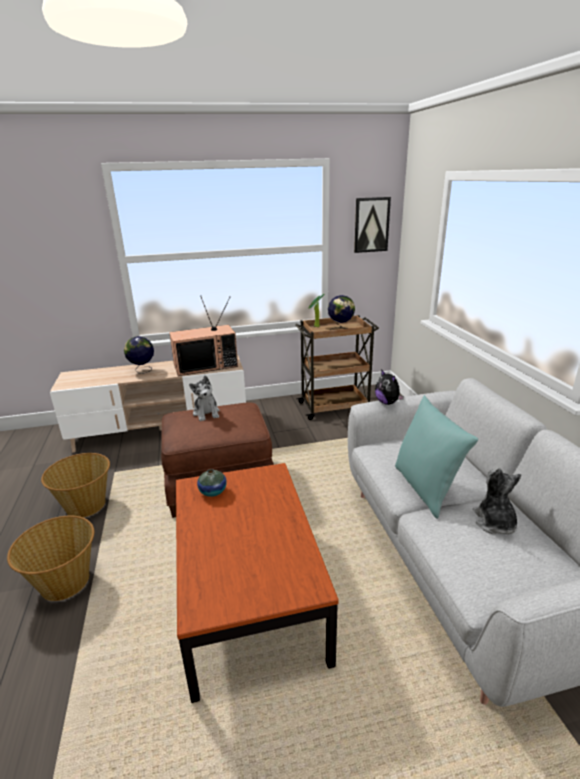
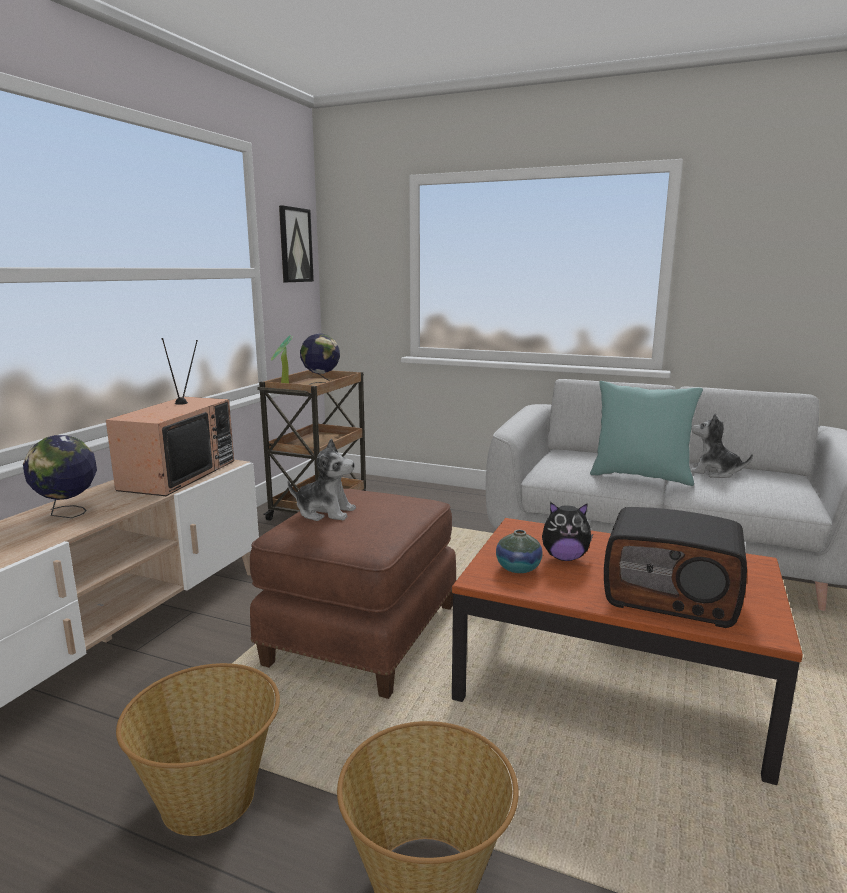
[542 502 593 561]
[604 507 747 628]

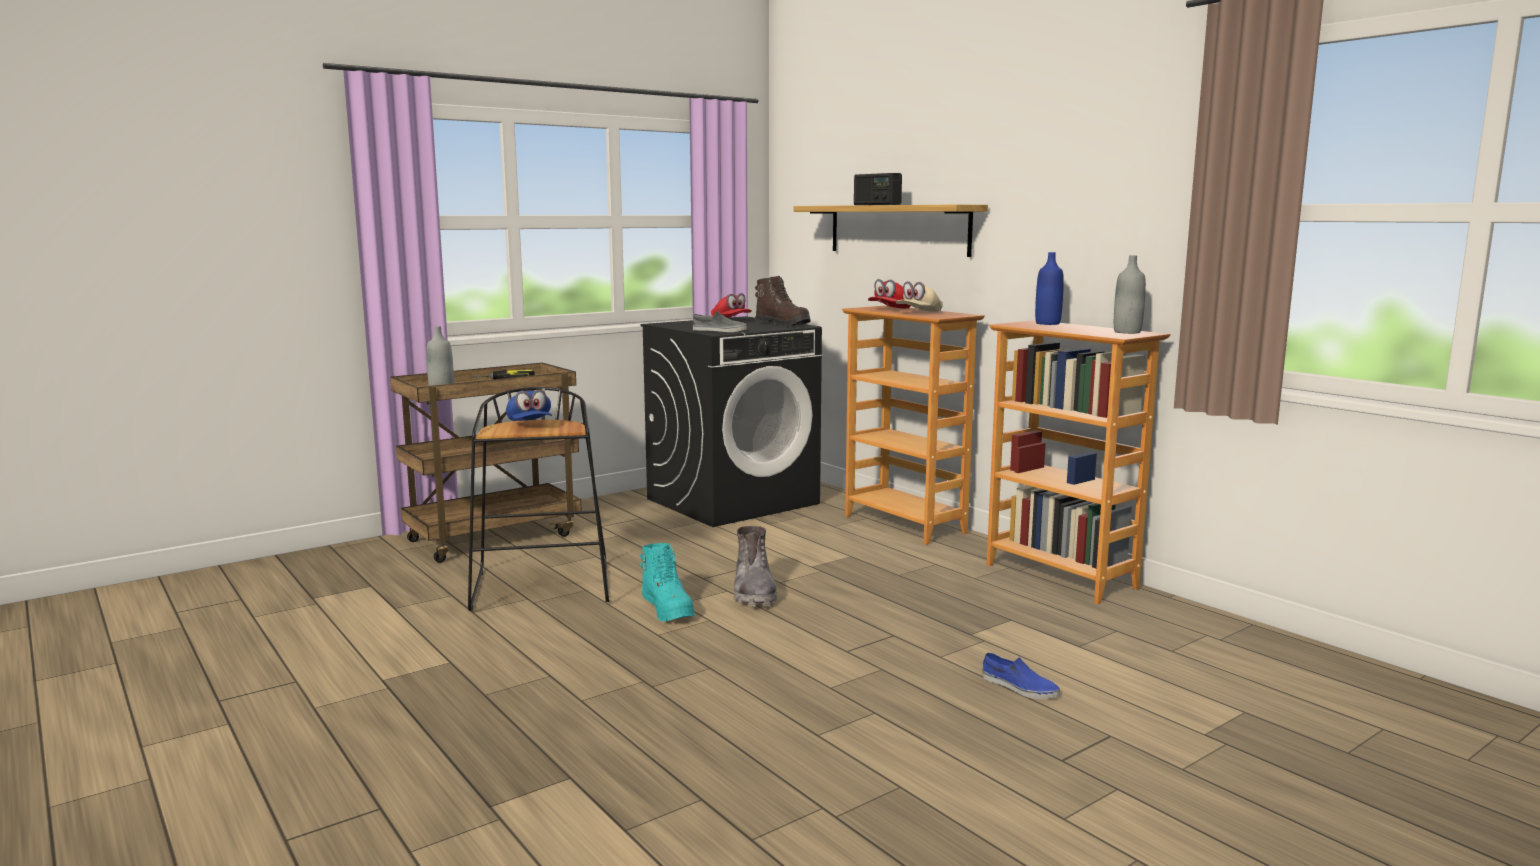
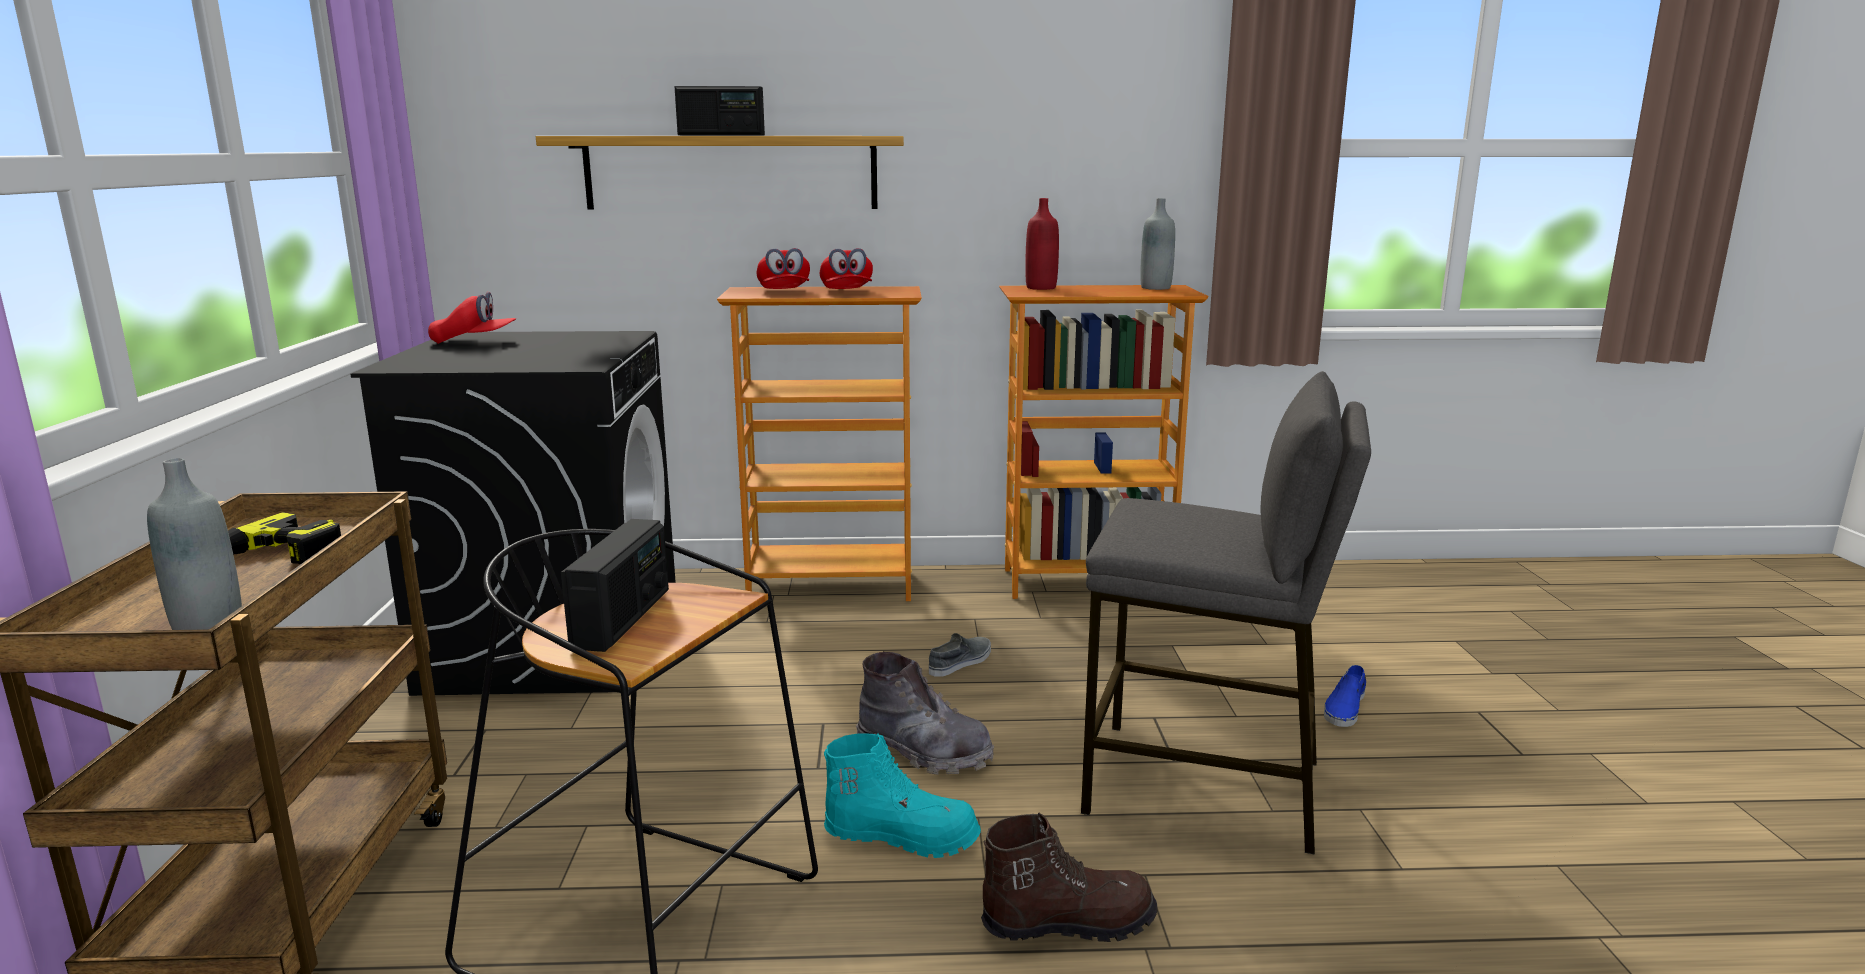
[1025 198 1059 290]
[981 813 1157 942]
[820 248 873 289]
[929 633 991 677]
[561 519 669 652]
[1324 665 1366 727]
[1081 371 1371 855]

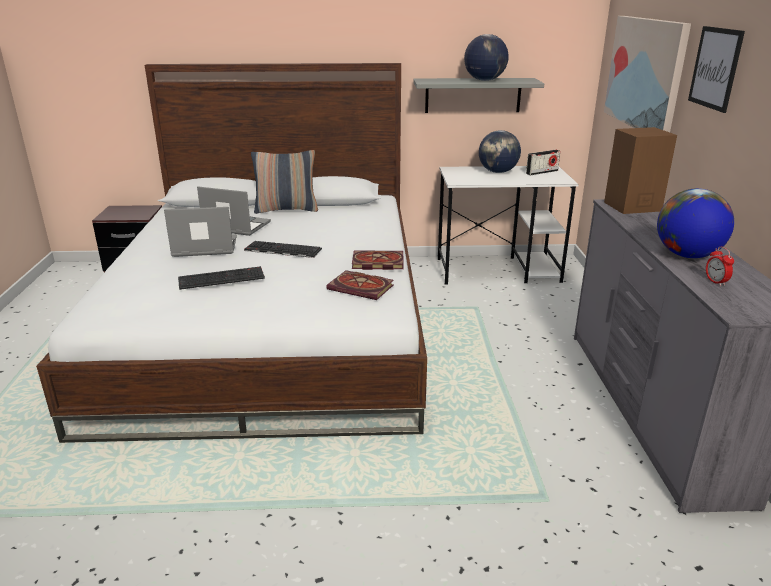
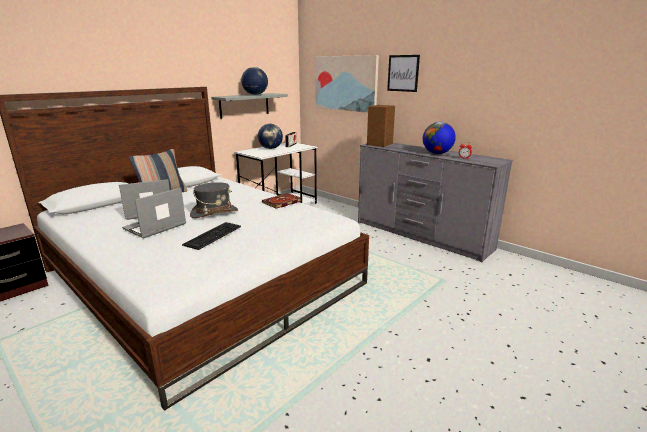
[190 182 238 218]
[326 270 394 300] (first image)

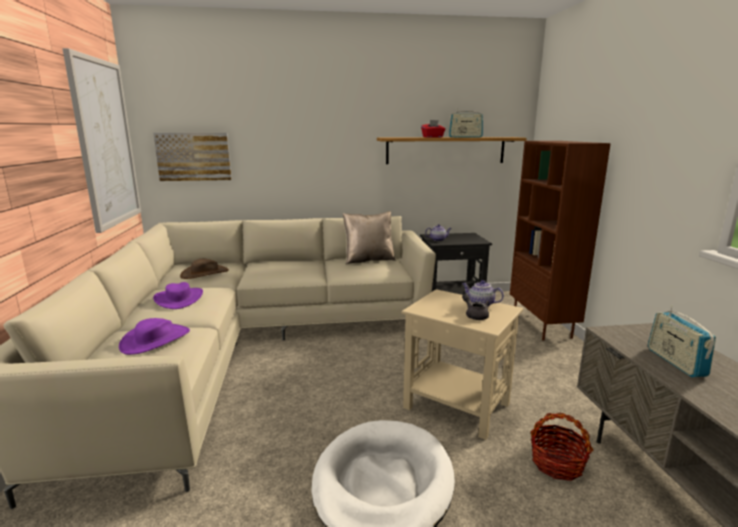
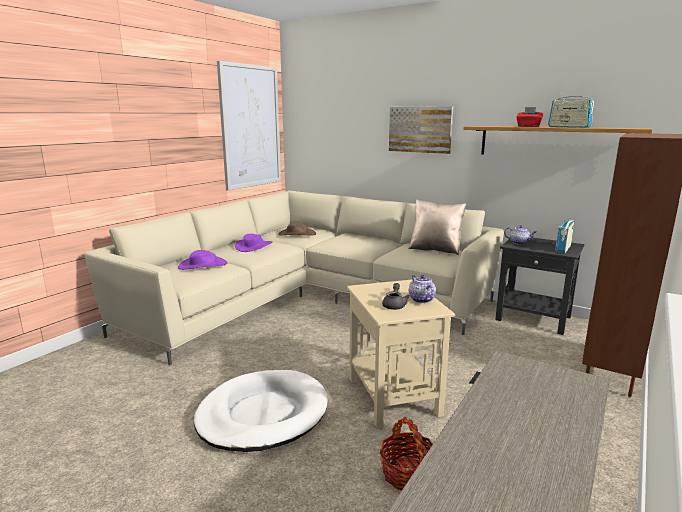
[389 106 453 154]
[555 216 575 253]

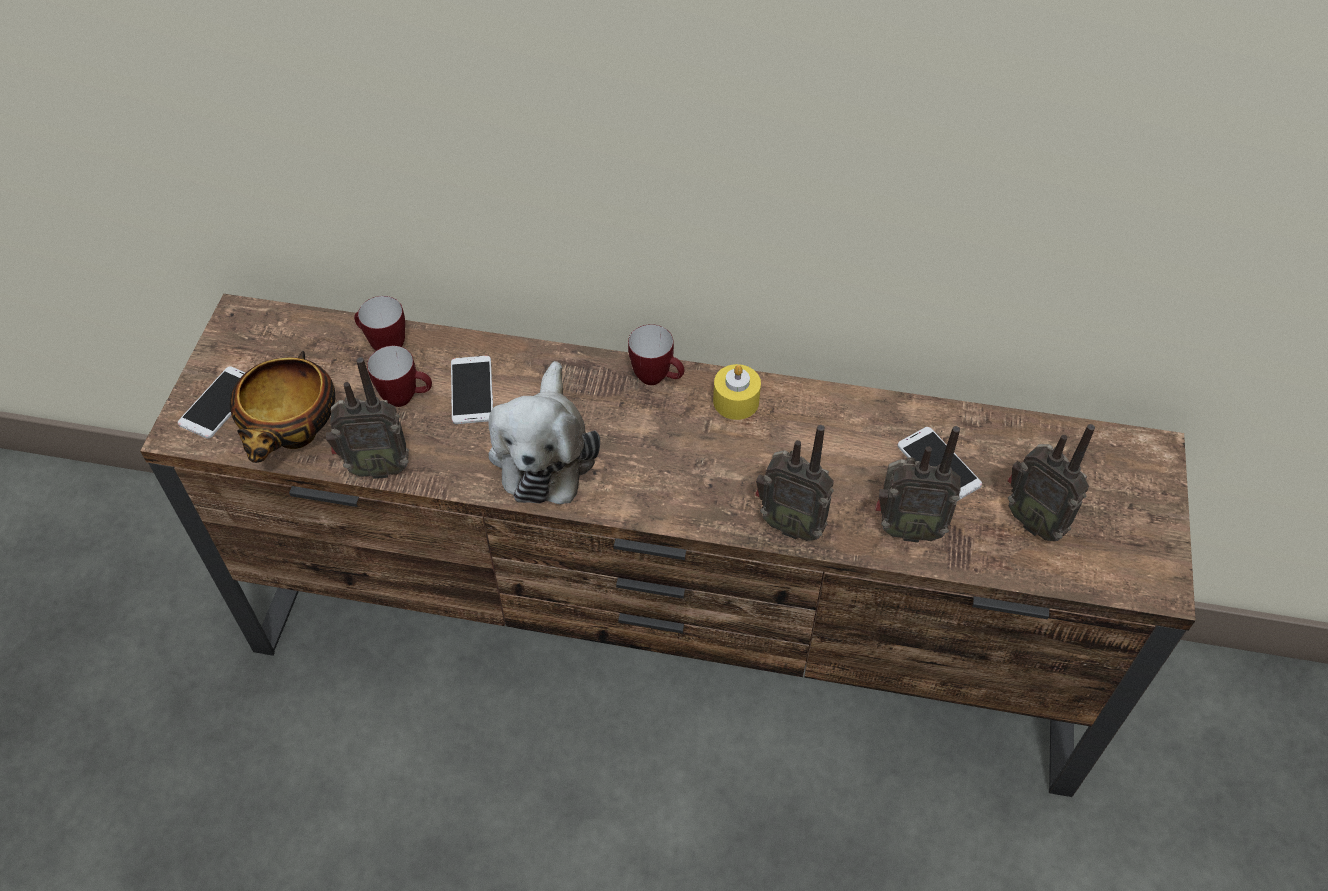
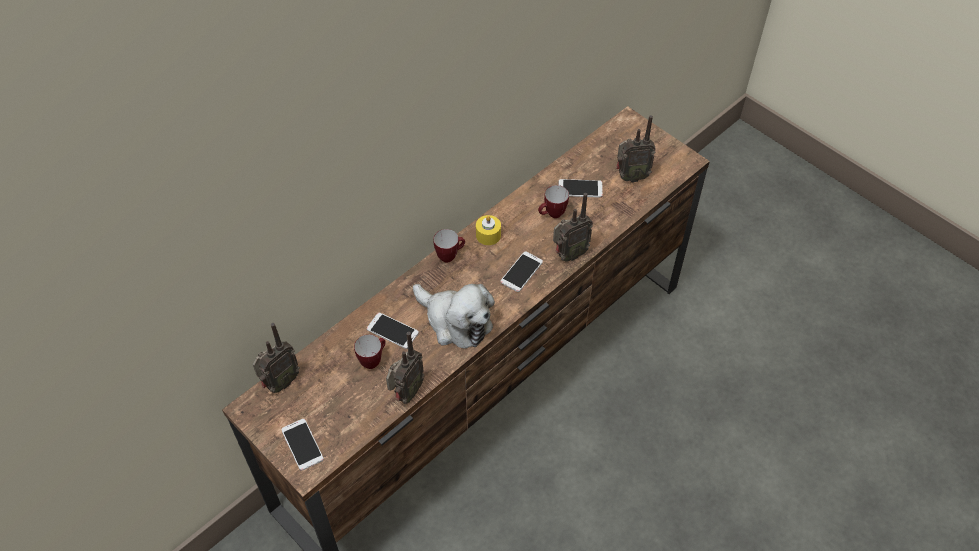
[538 185 569 218]
[230 351 335 463] (first image)
[253 323 300 393]
[500 251 543 292]

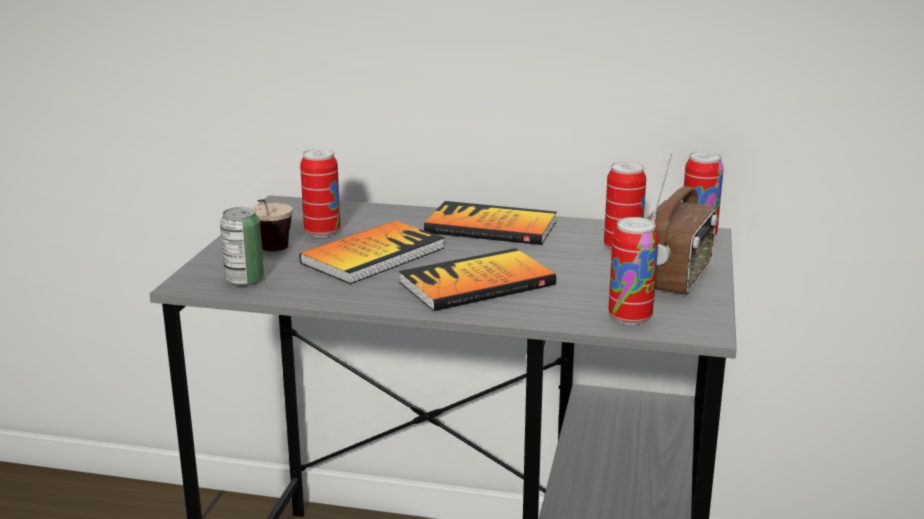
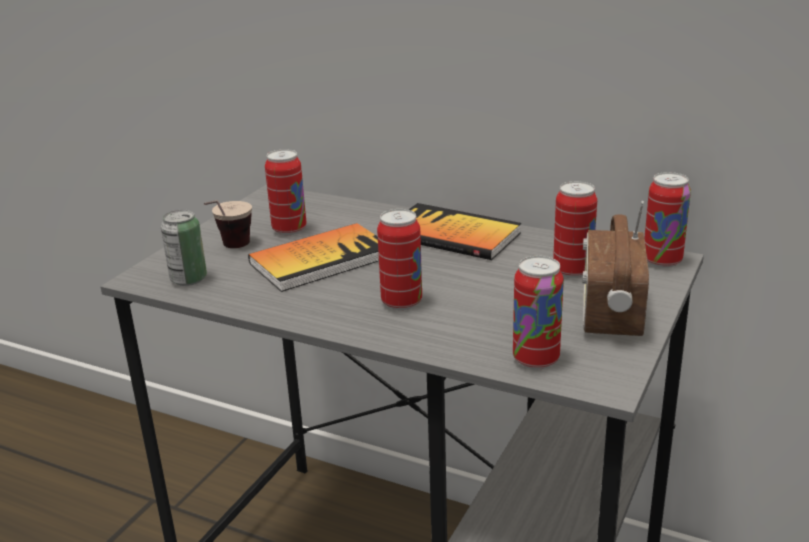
[582 201 649 336]
[377 209 422 310]

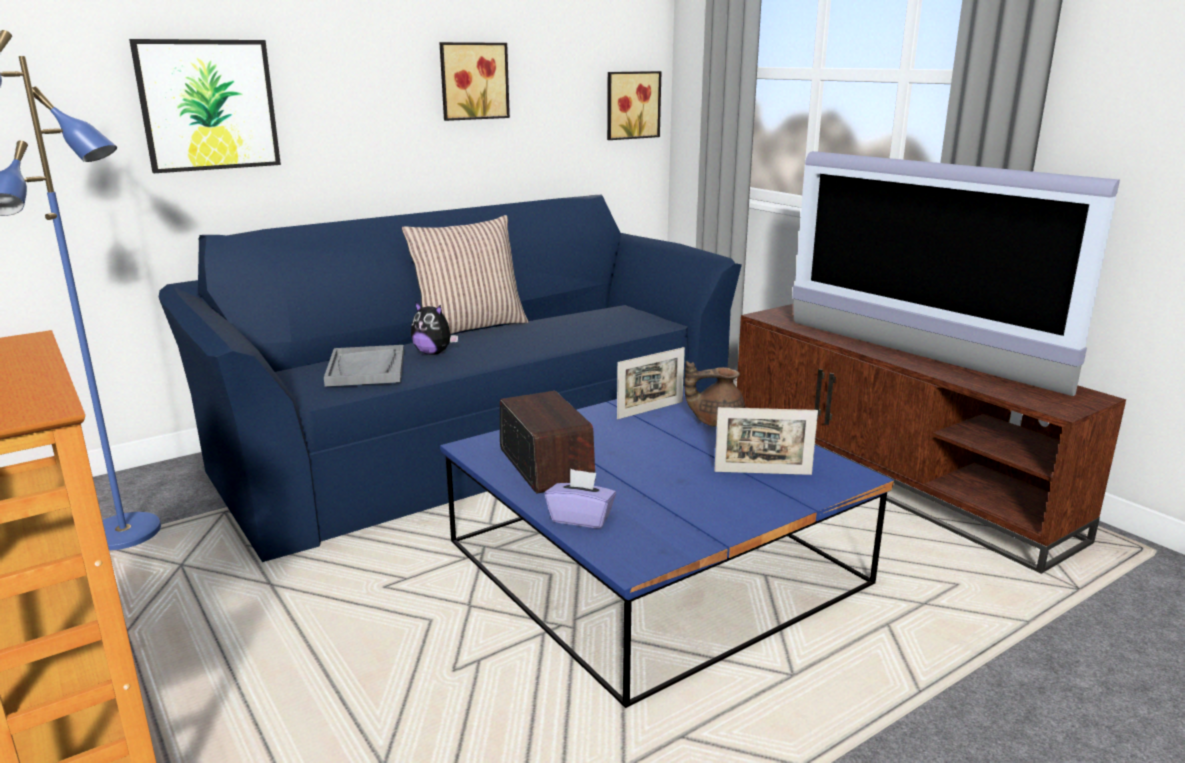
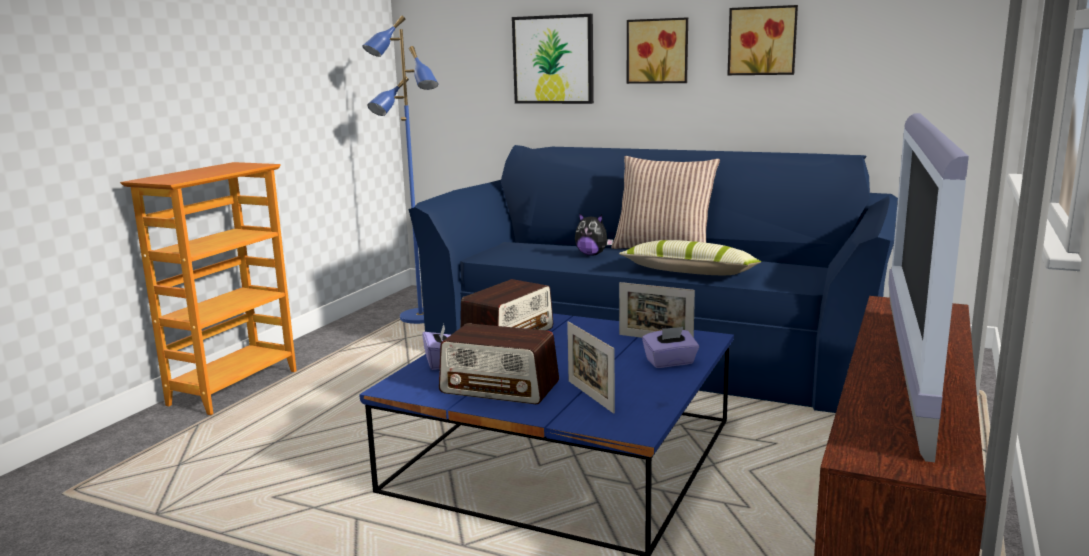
[627 18 688 84]
[575 213 613 256]
[324 345 404 387] (first image)
[642 327 699 368]
[619 240 761 275]
[439 323 559 404]

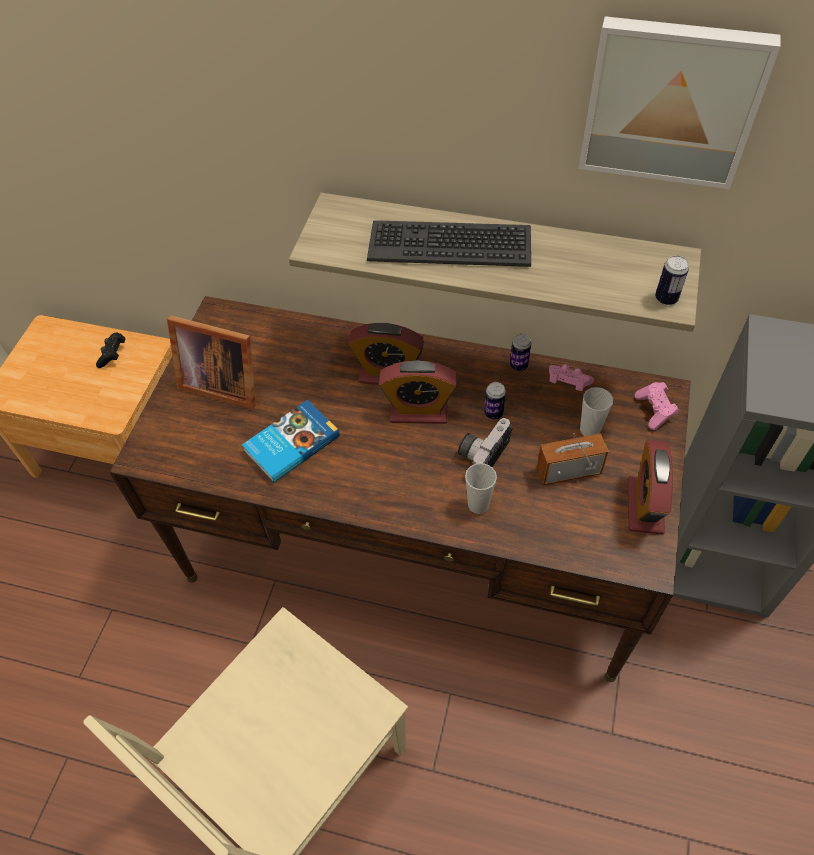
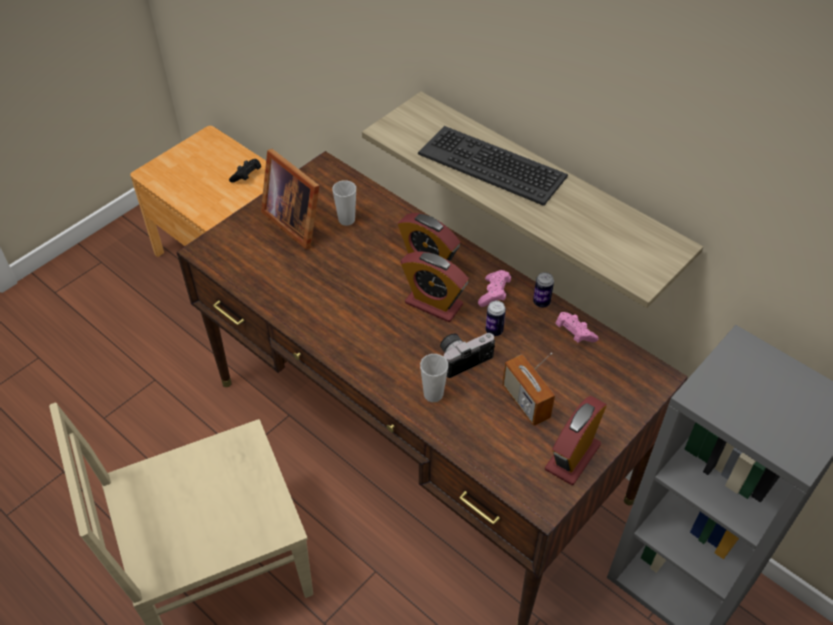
[579 16 781 189] (first image)
[655 255 689 305] (first image)
[478 270 511 307]
[332 180 356 226]
[242 400 340 483] (first image)
[502 353 555 426]

